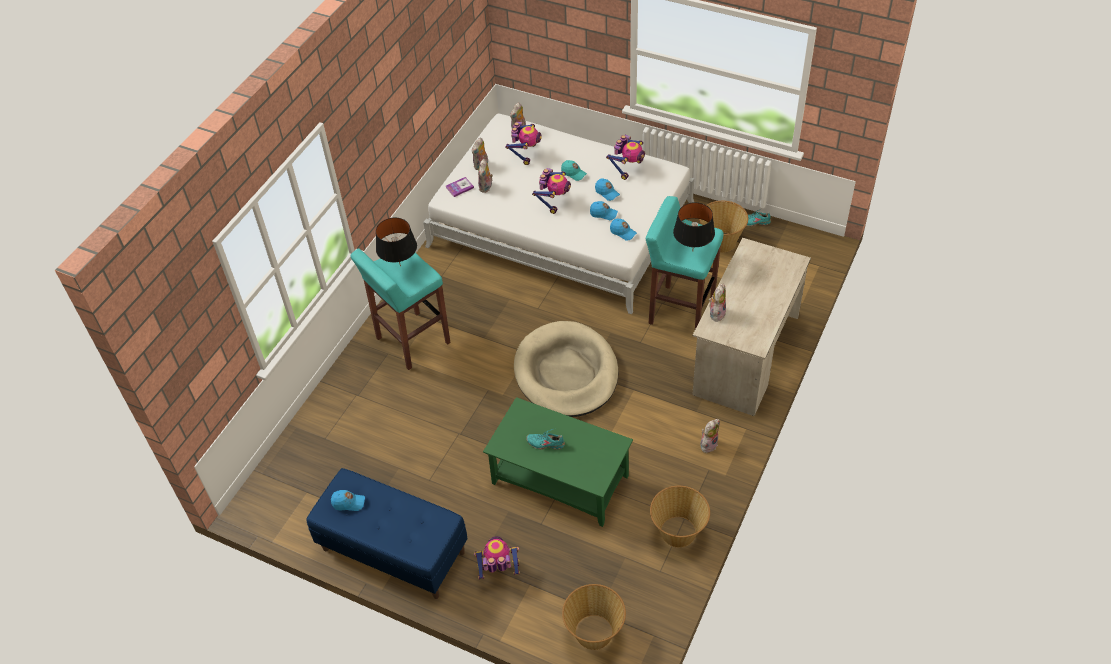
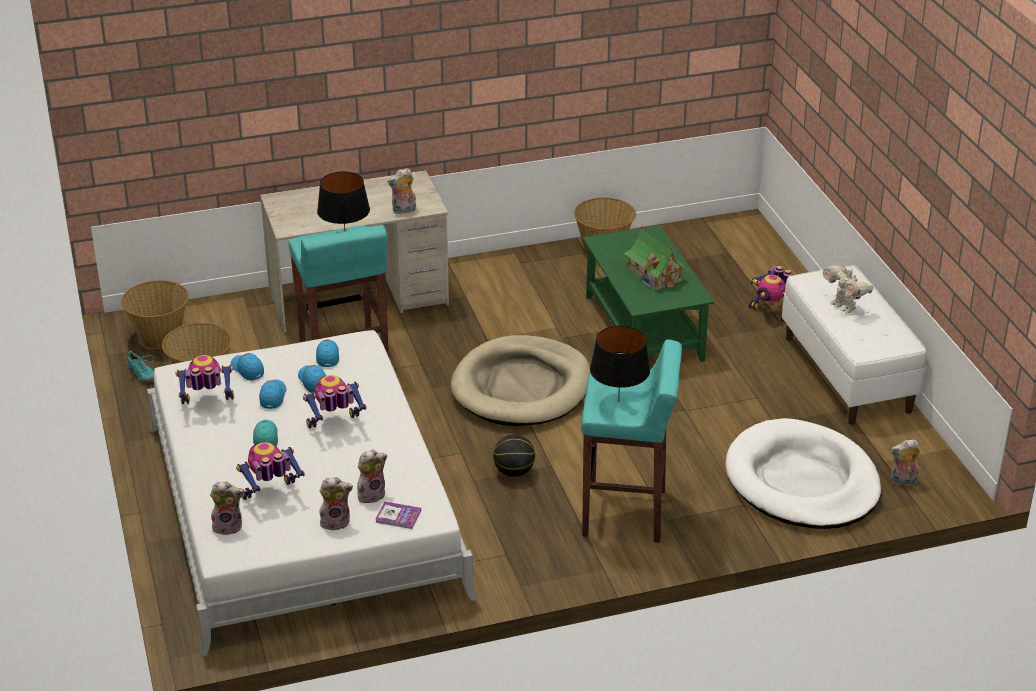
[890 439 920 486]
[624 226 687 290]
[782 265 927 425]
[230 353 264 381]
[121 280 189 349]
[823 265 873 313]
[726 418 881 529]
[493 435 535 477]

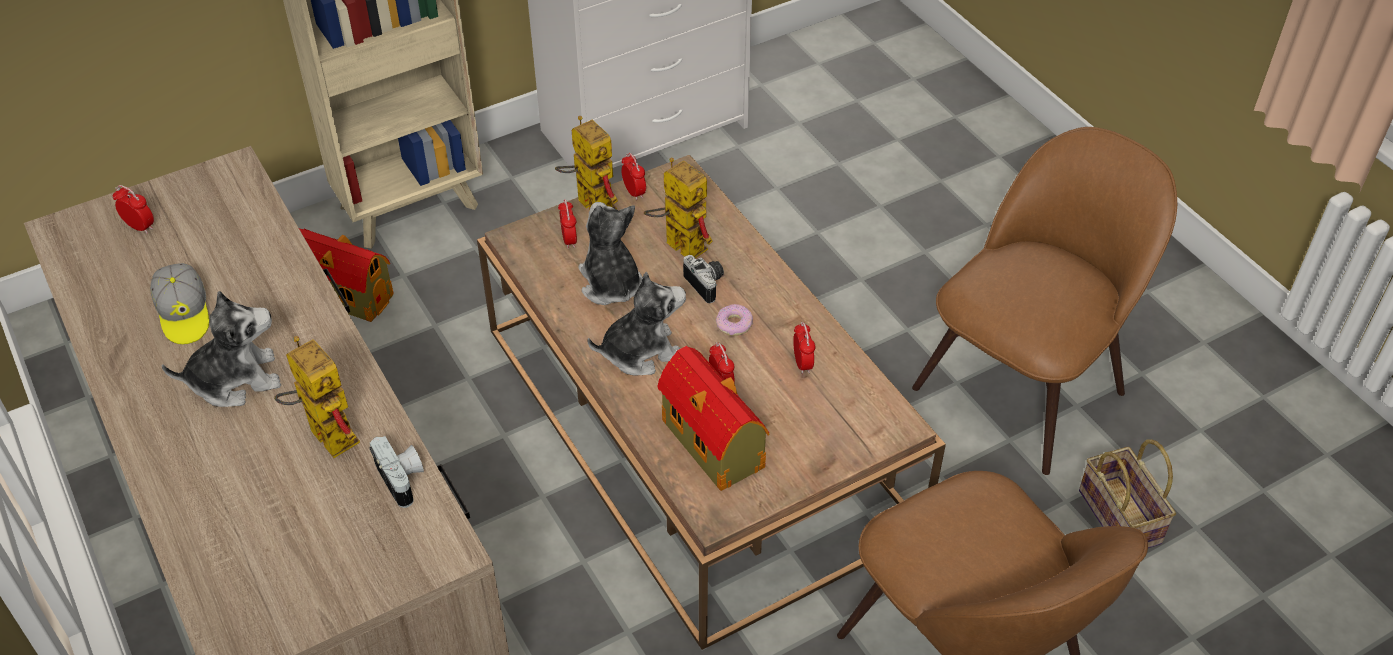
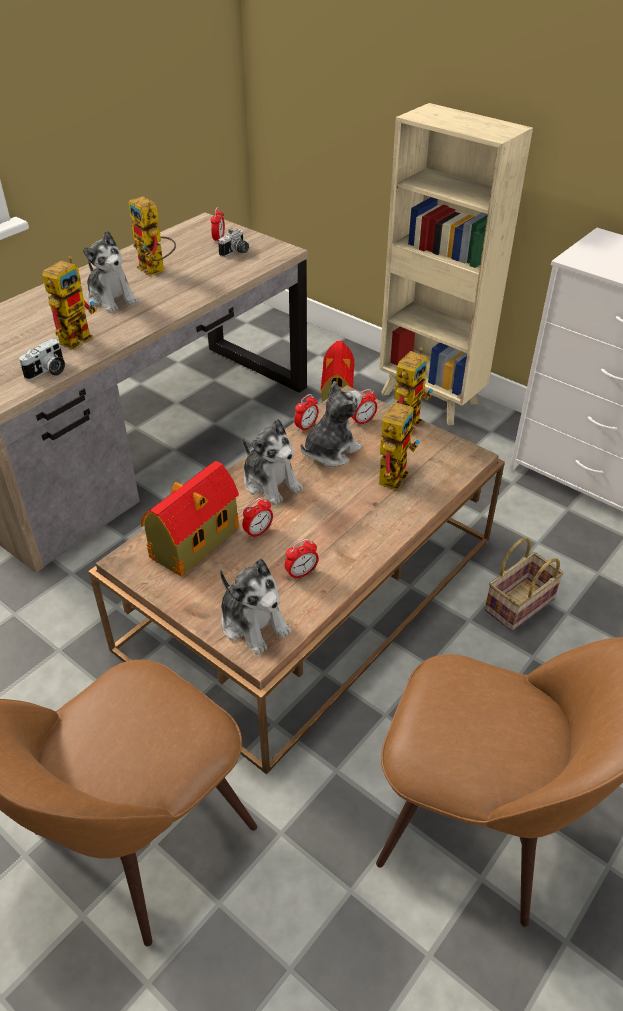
[294 394 319 433]
[218 228 249 257]
[128 196 176 276]
[716 304 753 336] (first image)
[485 538 564 631]
[220 559 292 655]

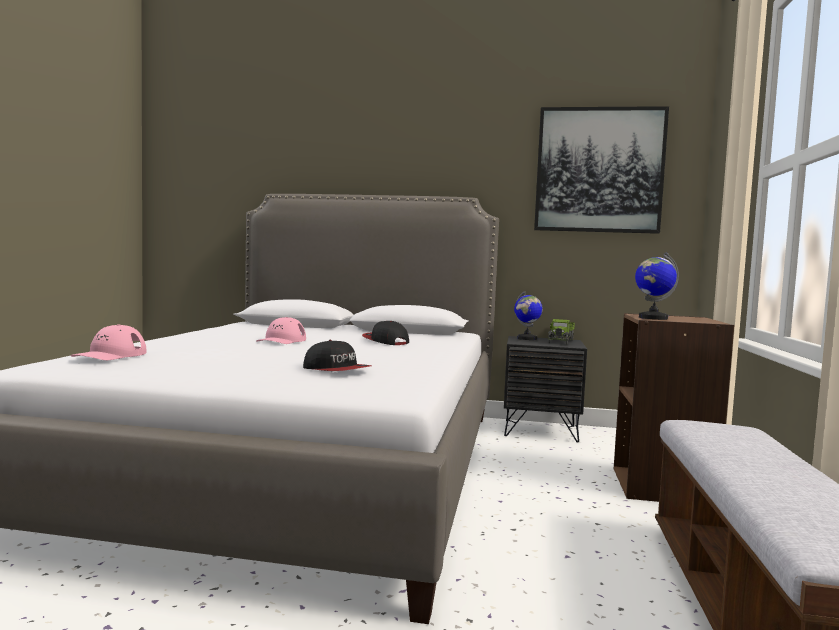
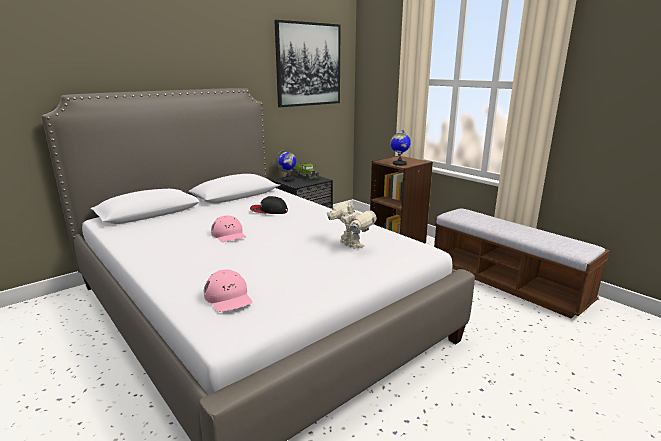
[327 201 377 249]

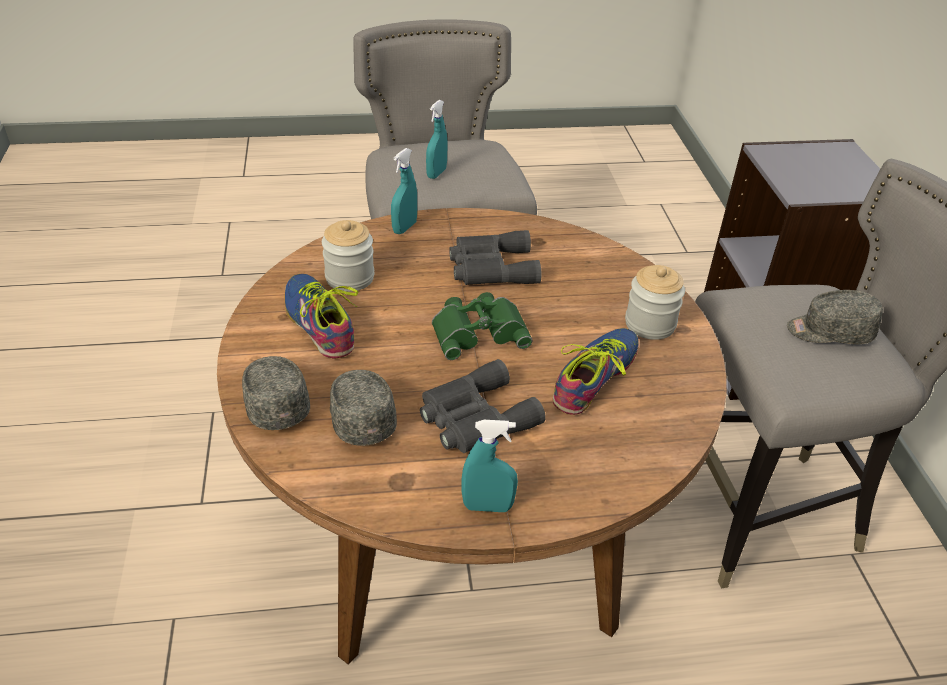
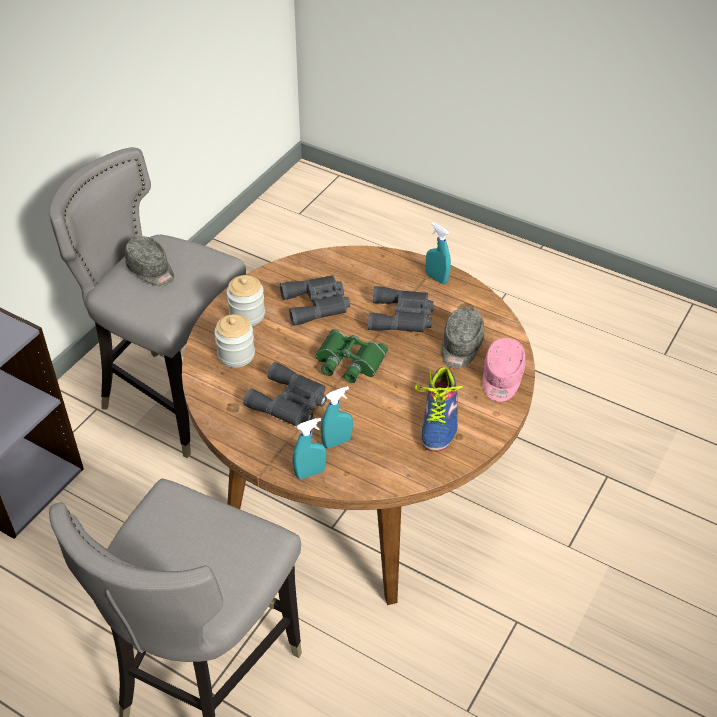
[321 386 353 448]
[214 314 255 368]
[280 275 350 326]
[483 338 525 402]

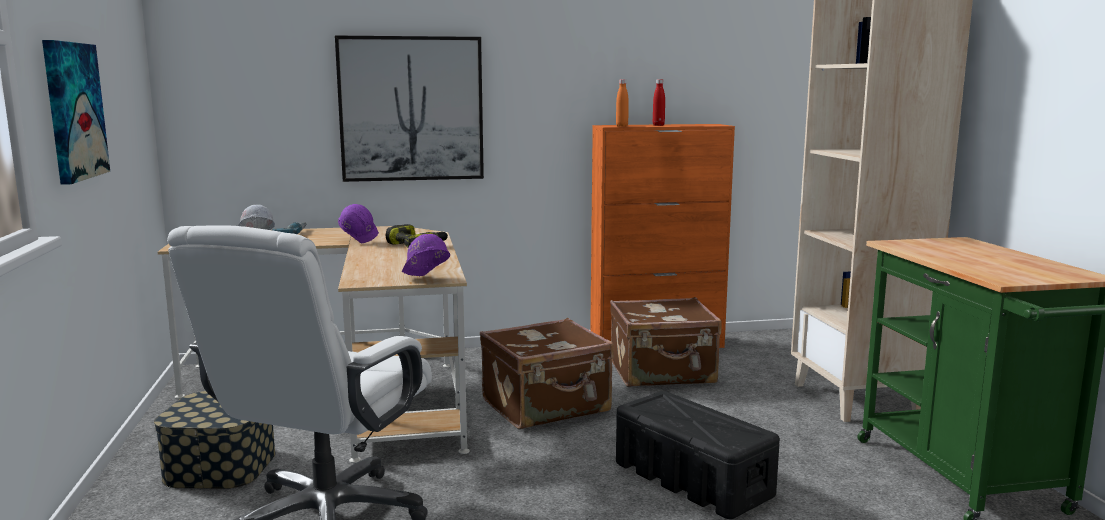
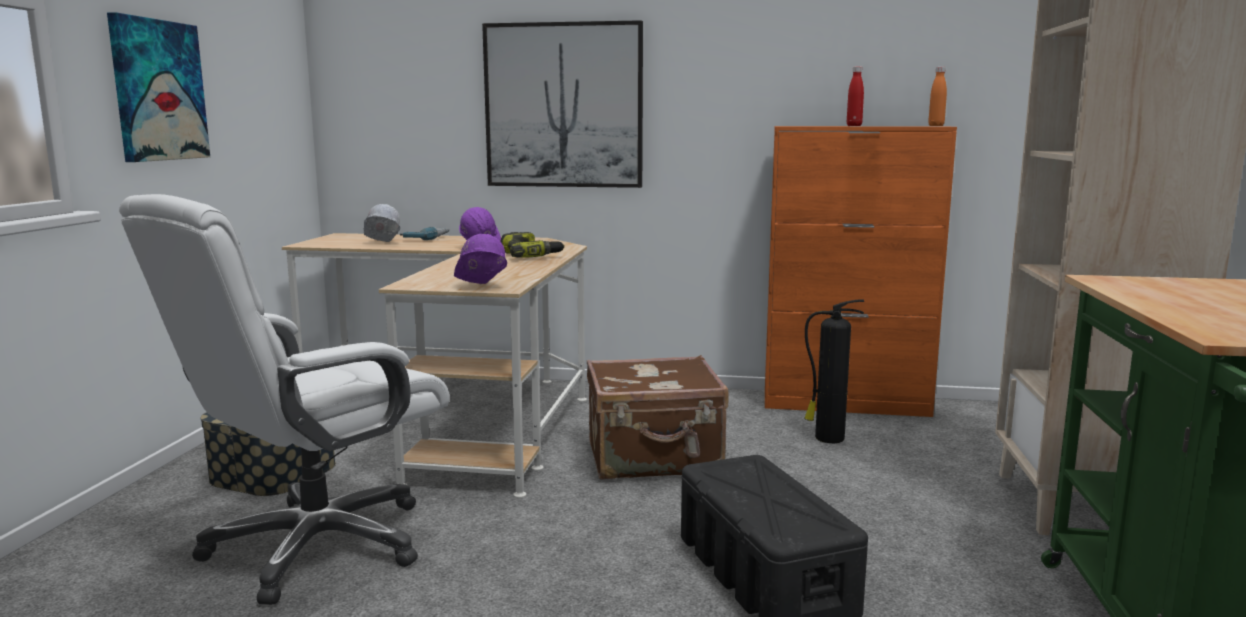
[928 67 947 126]
[804 300 864 443]

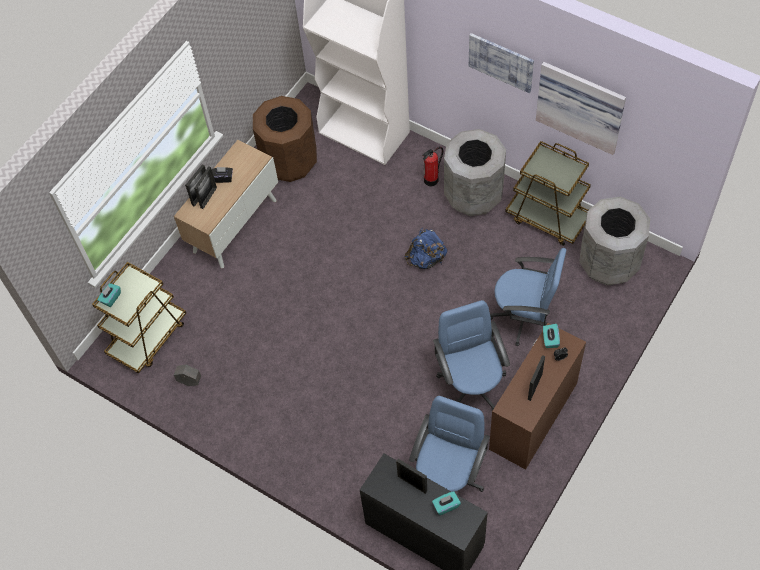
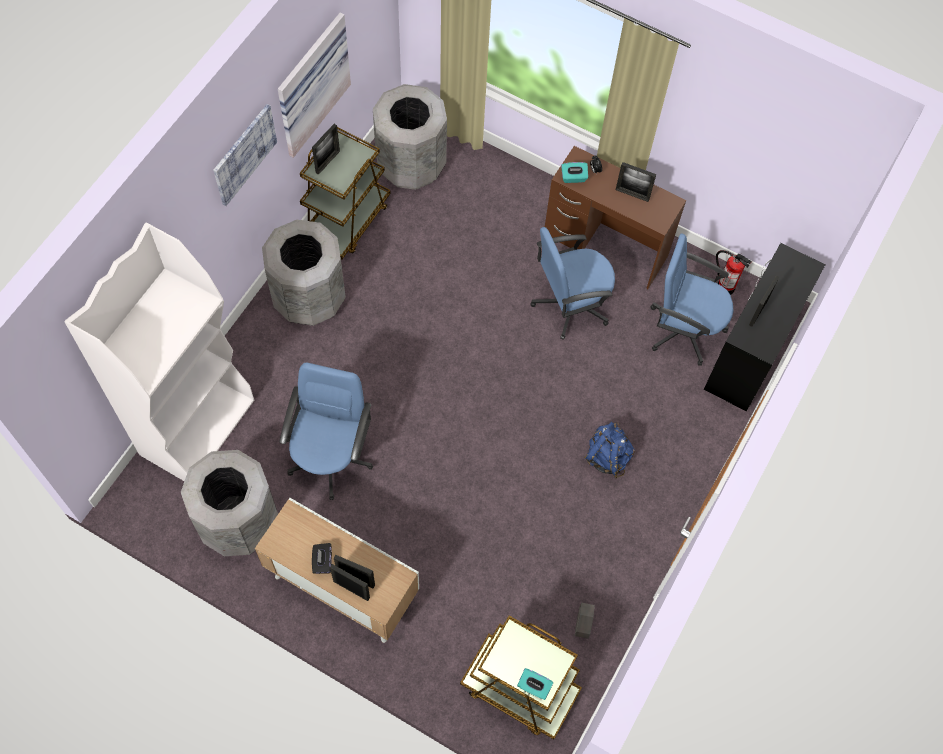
[181 450 278 556]
[716 250 752 295]
[584 422 635 478]
[279 362 373 500]
[432 491 461 515] (first image)
[312 124 340 175]

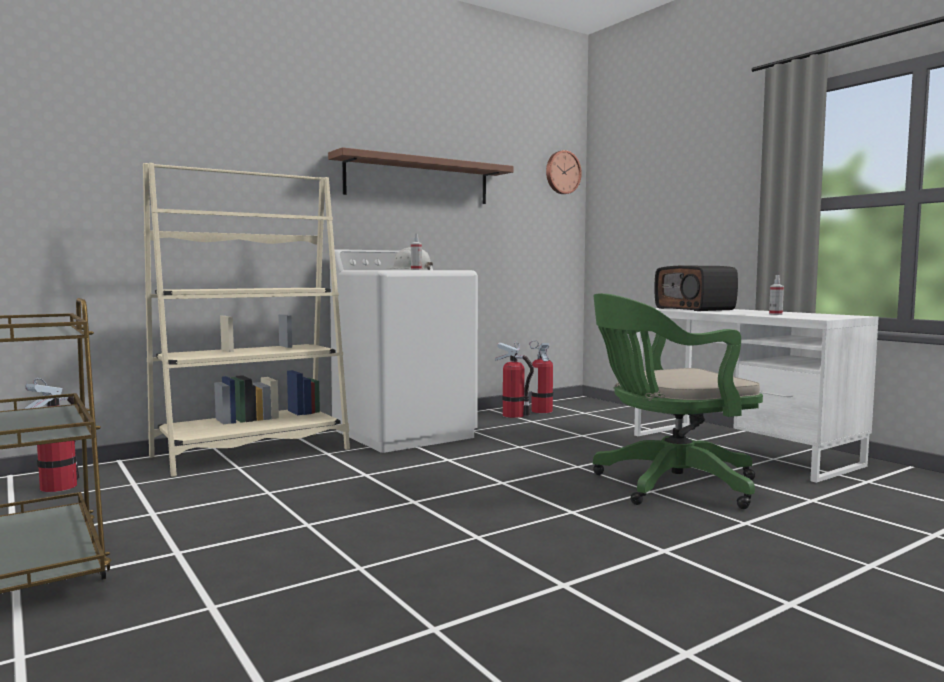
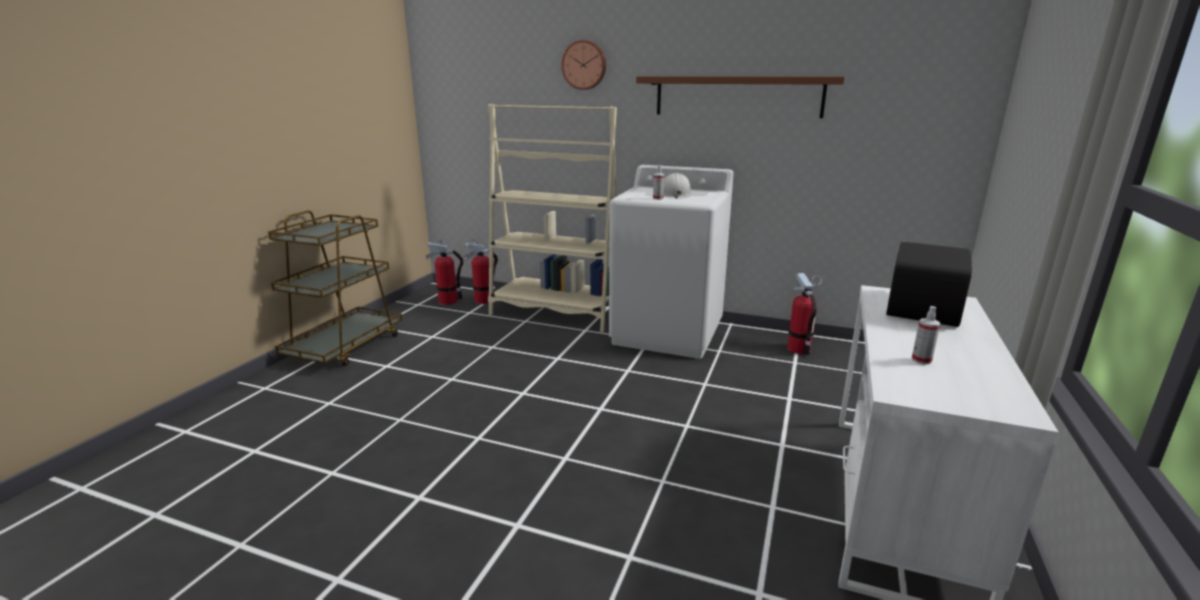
[561 40 606 90]
[593 293 763 509] (first image)
[464 239 498 304]

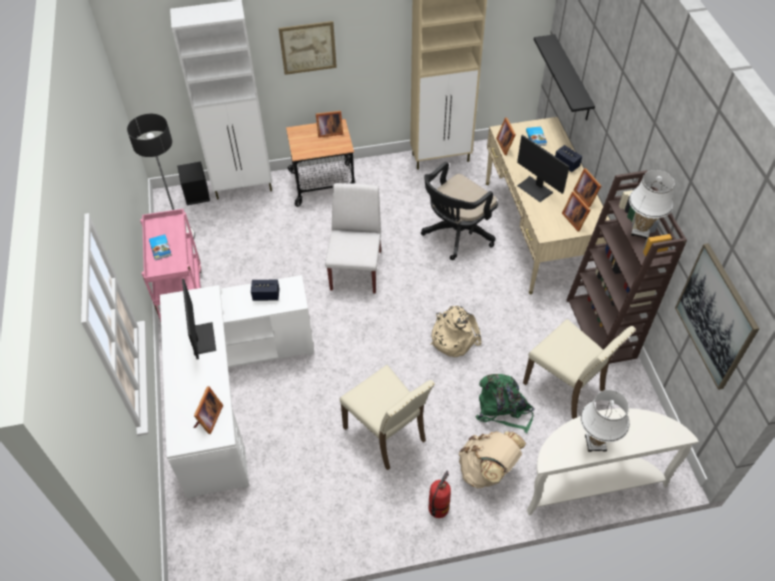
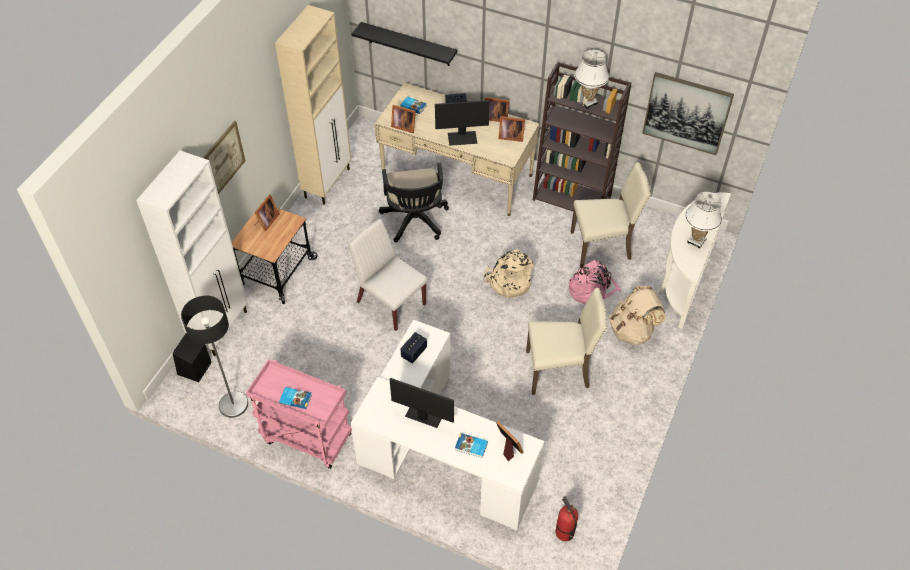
[569 260 622 304]
[556 496 578 541]
[455 433 488 458]

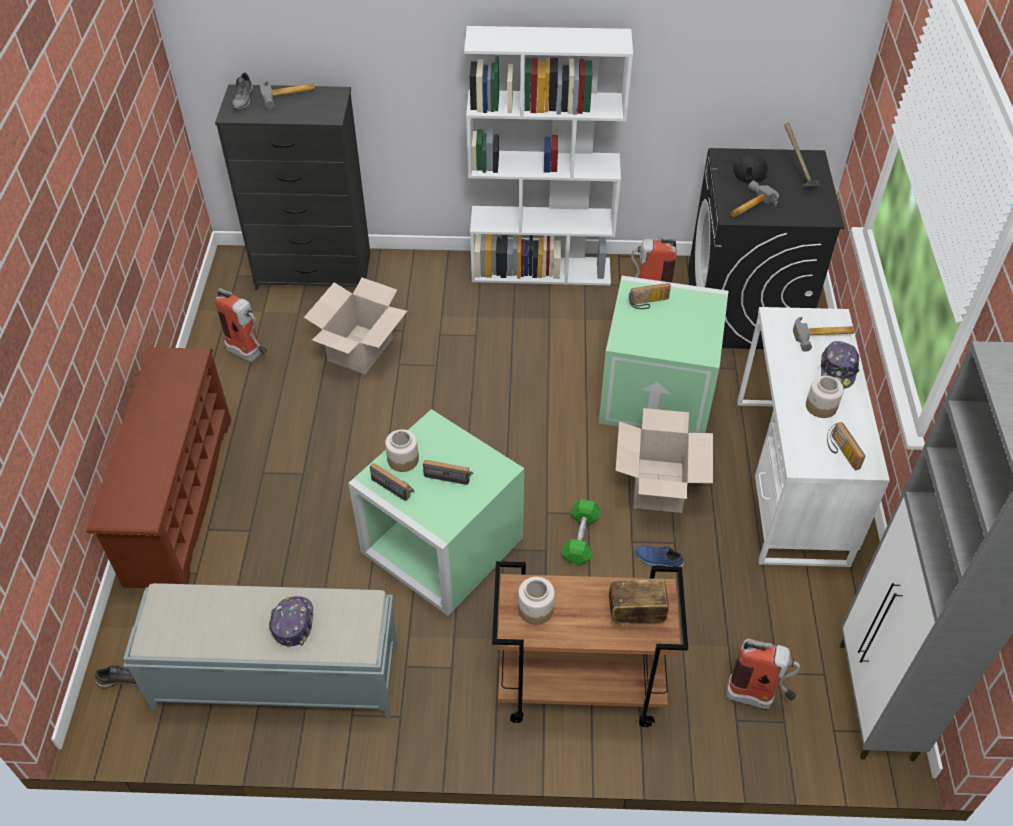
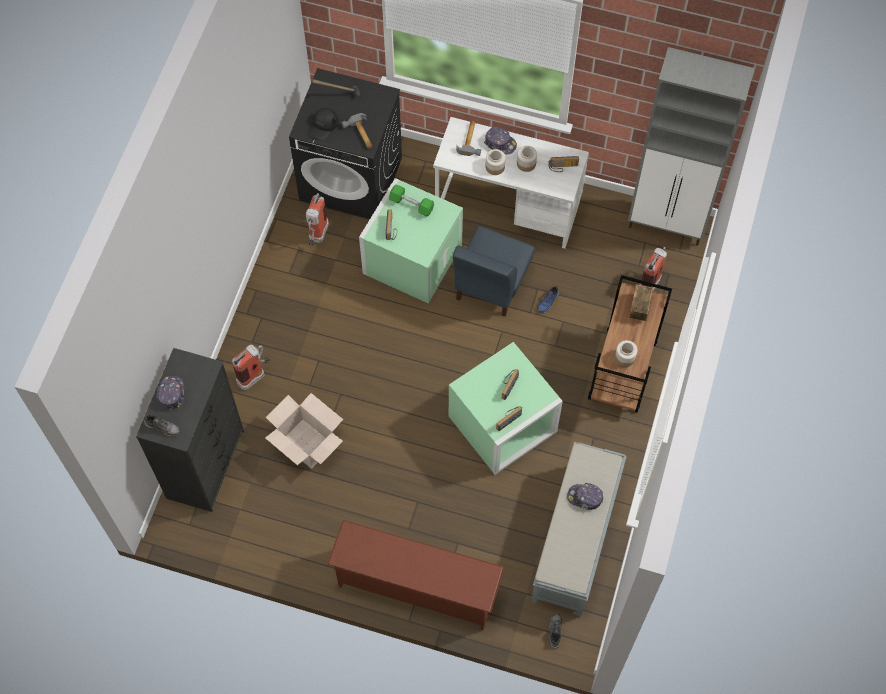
[464 26 633 285] (first image)
[157 376 185 410]
[232 345 270 390]
[453 226 535 317]
[485 149 506 175]
[389 185 434 217]

